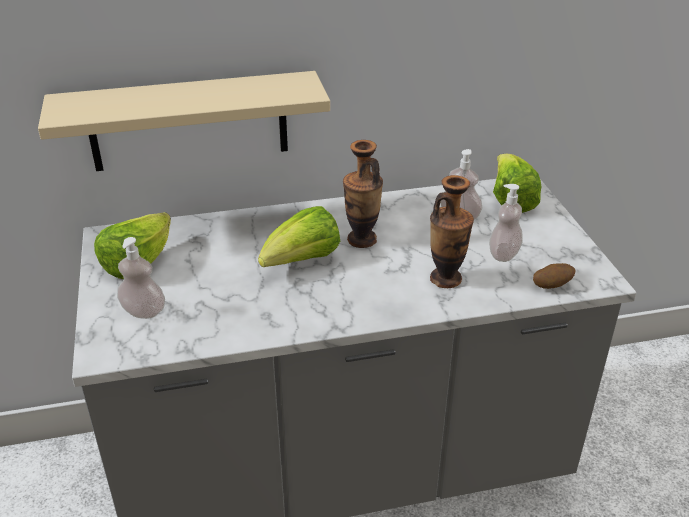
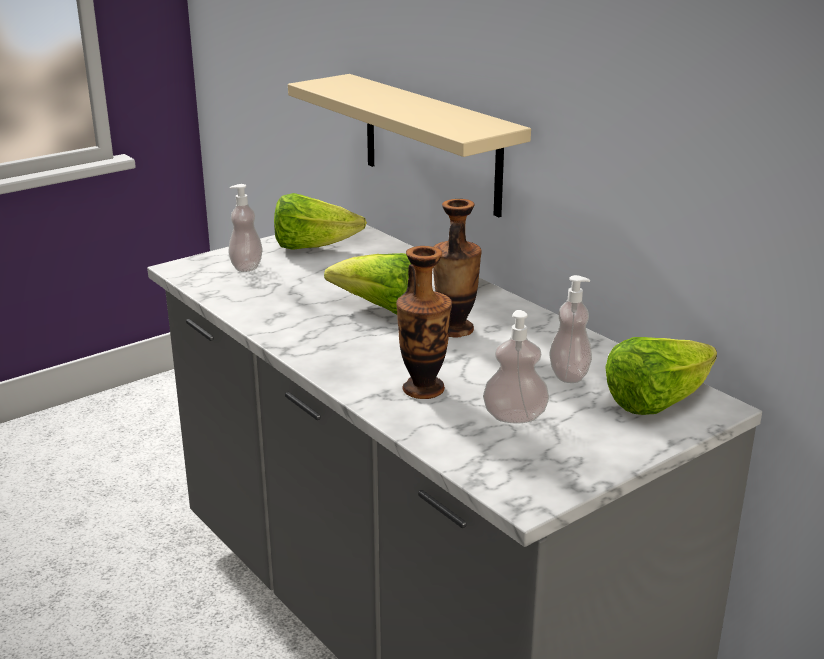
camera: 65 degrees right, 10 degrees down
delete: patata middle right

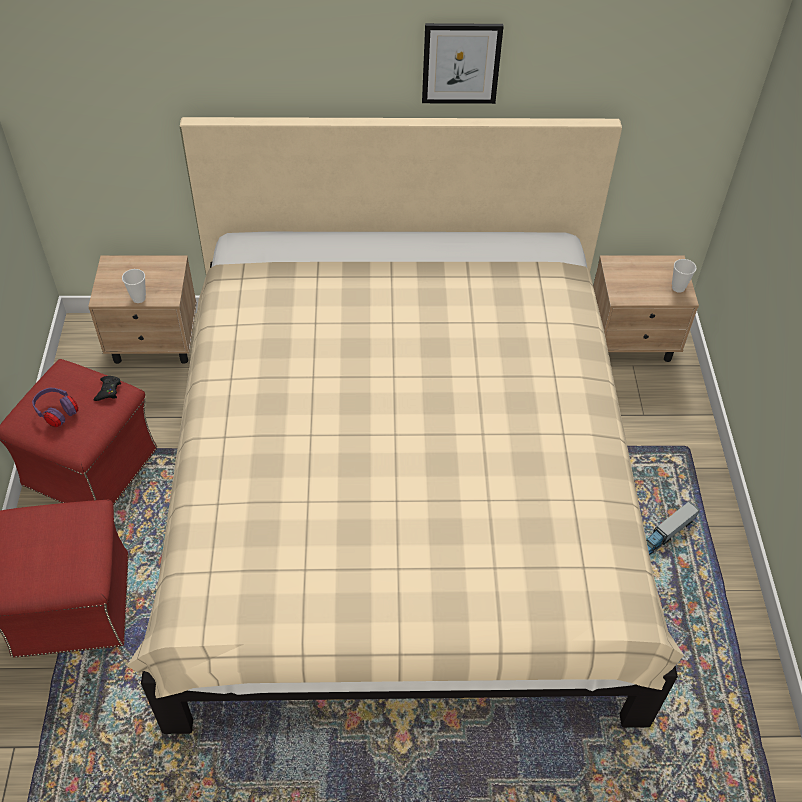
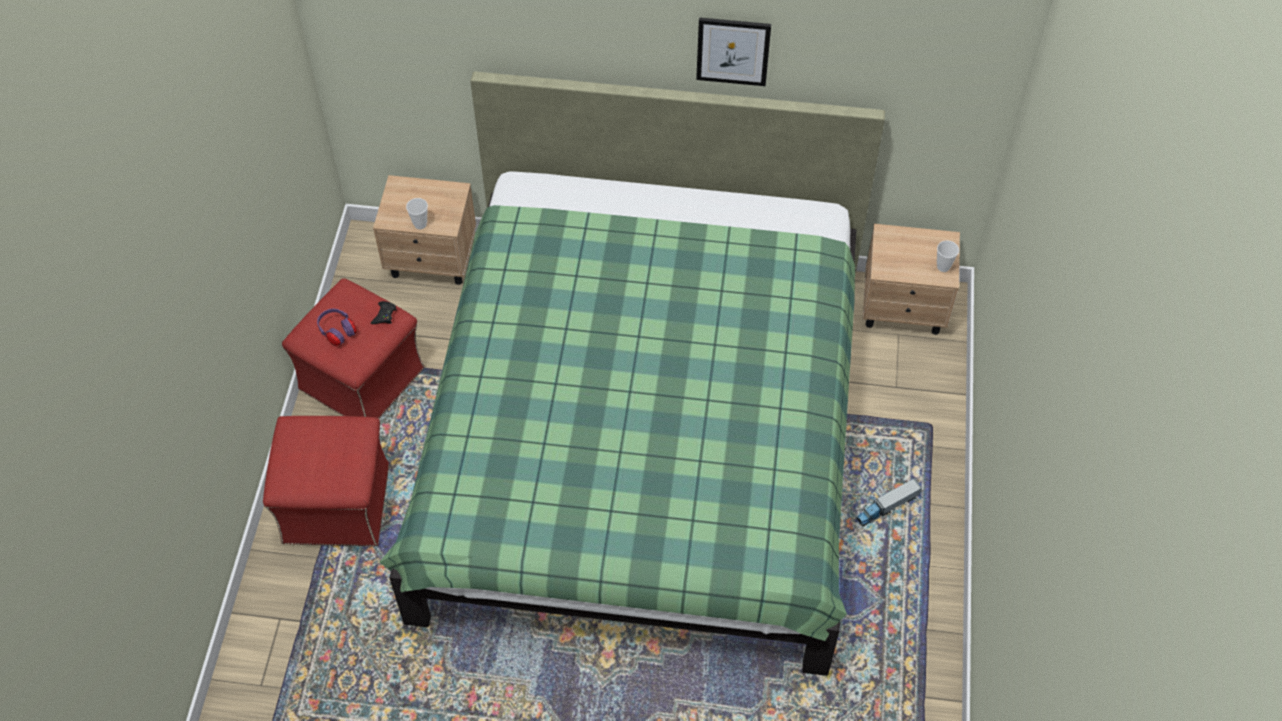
camera: 10 degrees right, 5 degrees up
recolor: cama [beis] centre to cama [verde] centre

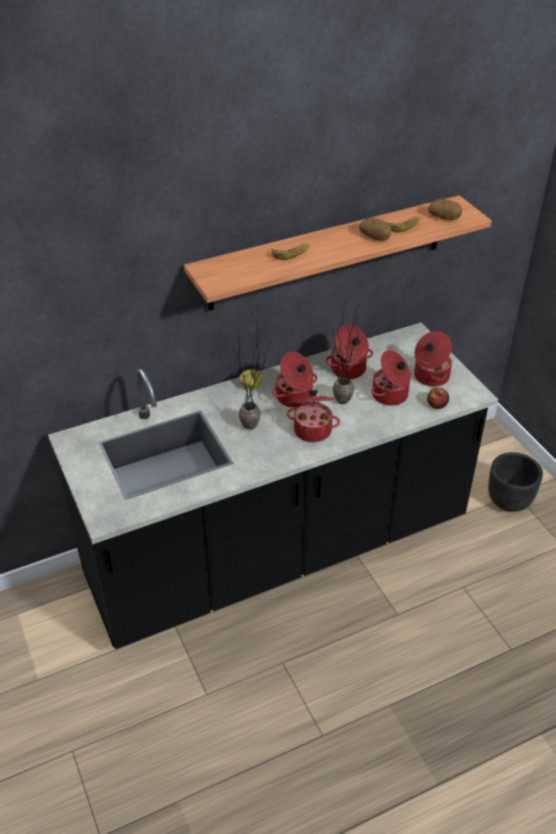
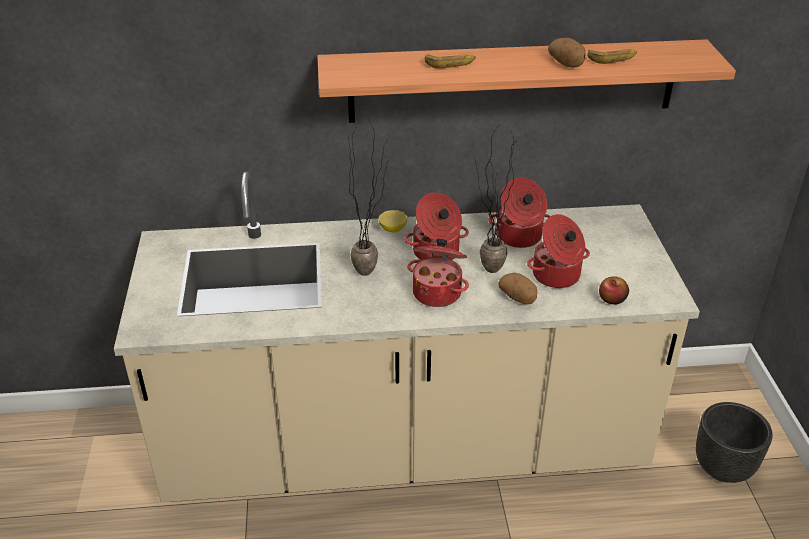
camera: 20 degrees right, 5 degrees down
delete: olla (5th from left) middle right
move: patata (2nd from left in the first image) top right to patata (1st from left) centre
recolor: mueble bajo de cocina [negro] centre to mueble bajo de cocina [beis] centre

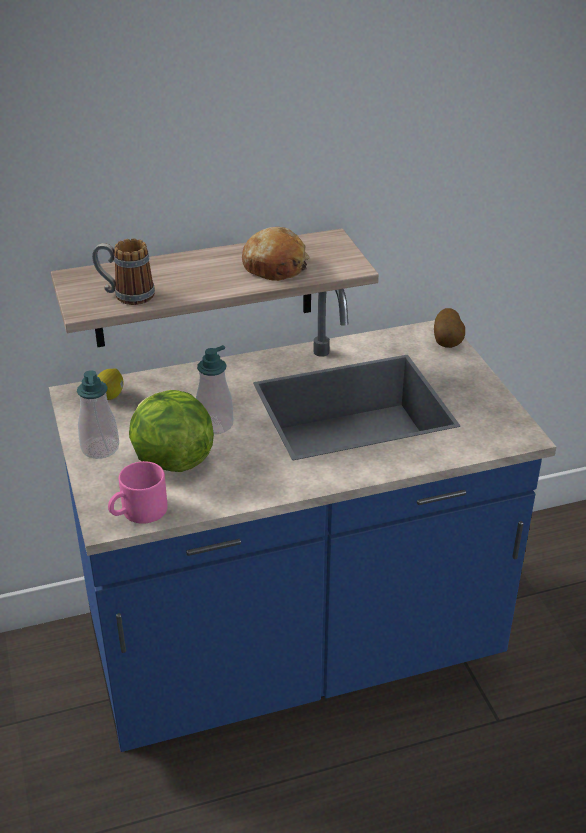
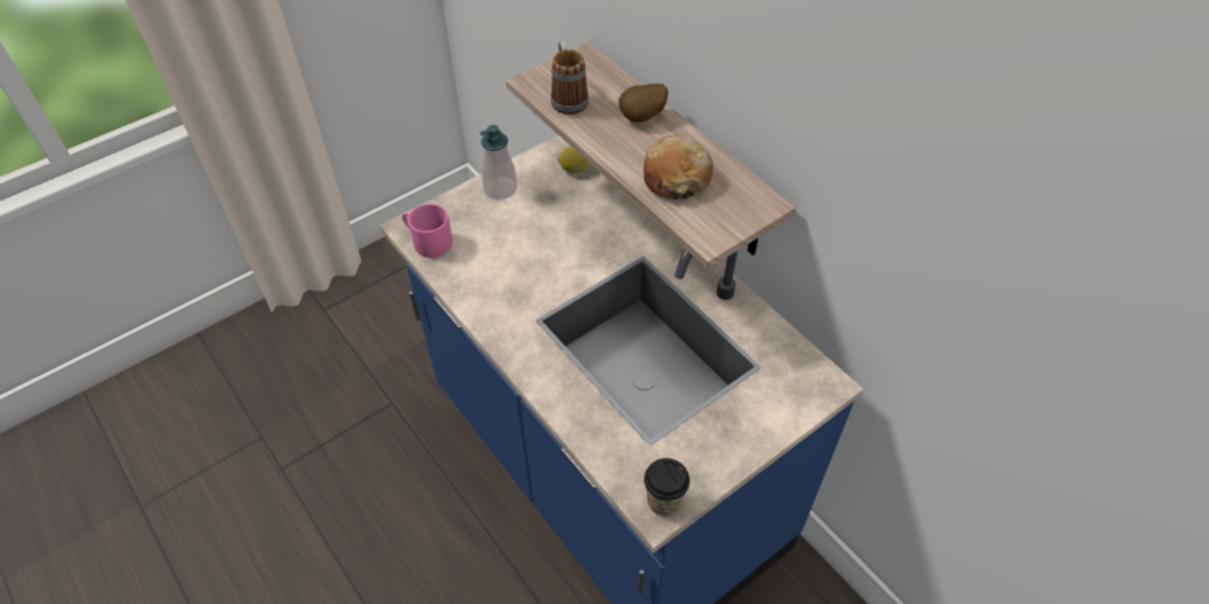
camera: 70 degrees right, 15 degrees up
delete: lechuga middle left; dispensador de jabón (2nd from left) centre
insert: taza bottom centre
move: patata middle right to top centre

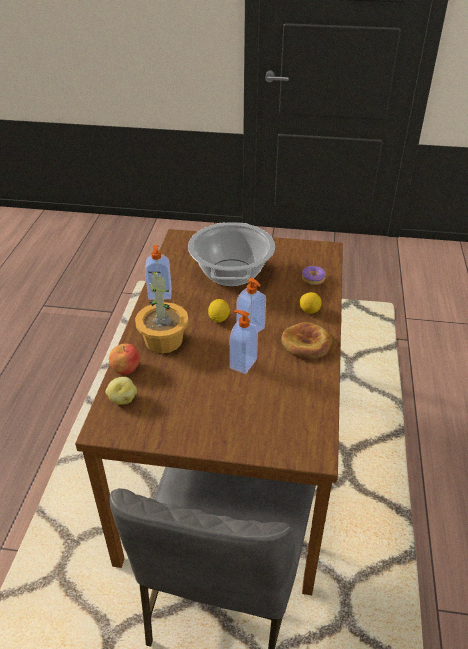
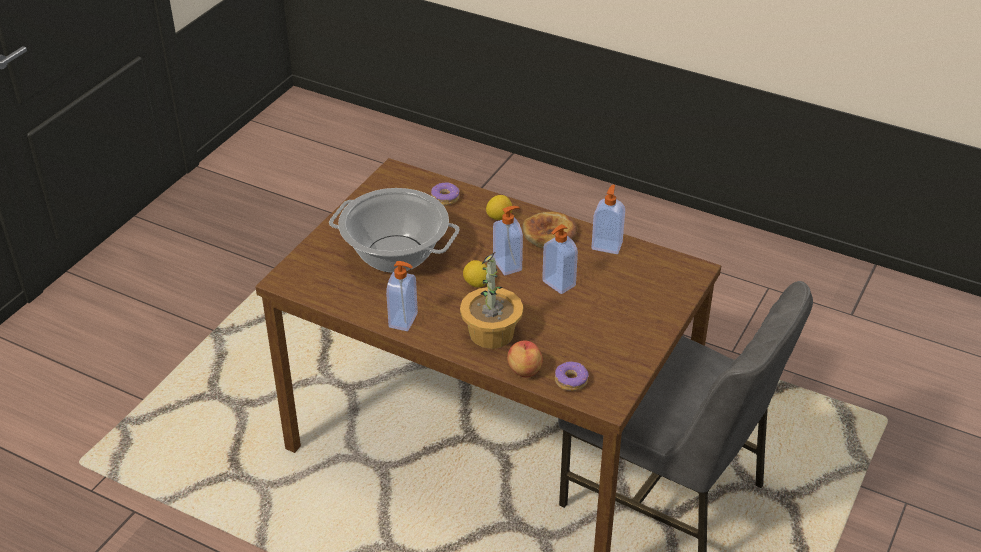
camera: 70 degrees left, 0 degrees up
insert: dispensador de jabón (4th from left) centre
replace: patata middle left to rosquilla (2nd from left) bottom centre

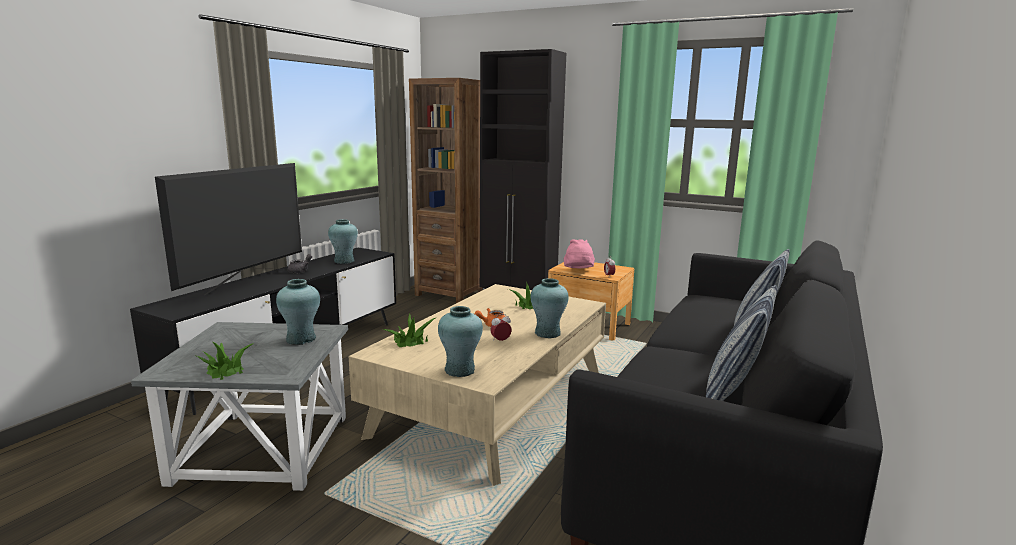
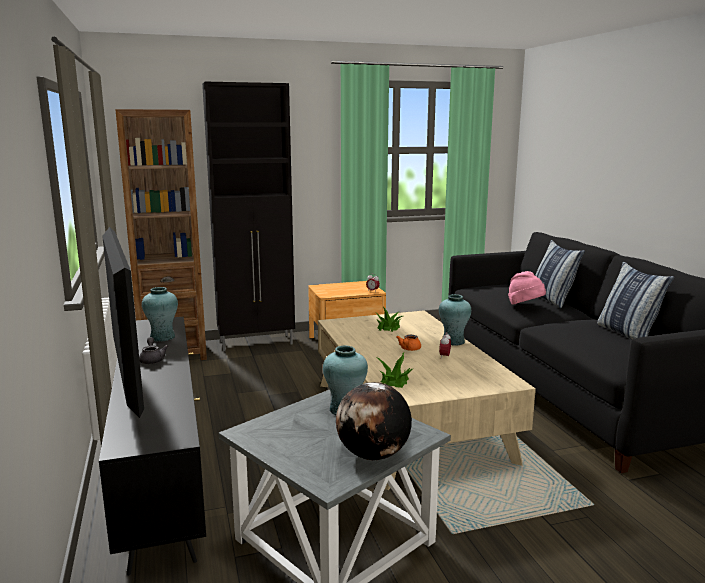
camera: 45 degrees left, 0 degrees up
delete: florero [turquesa] (3rd from left) centre
move: sombrero [rosa] centre to middle right
replace: planta en maceta (1st from left) middle left to globo terráqueo bottom centre

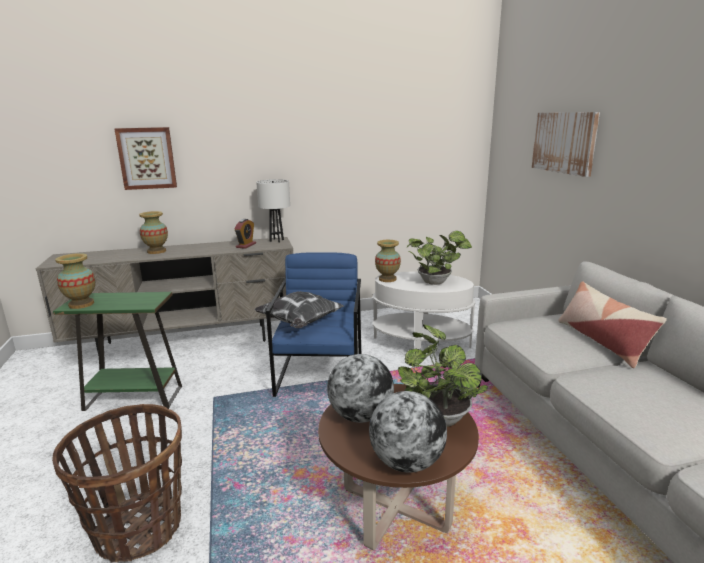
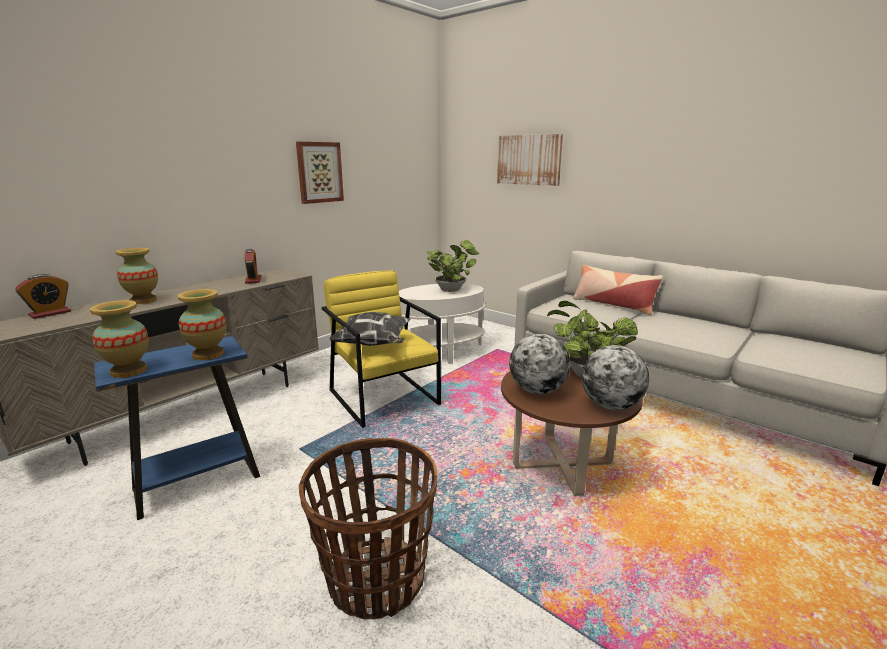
camera: 35 degrees left, 0 degrees up
delete: lámpara de mesa [blanco] centre
insert: despertador (1st from left) middle left
move: cuadro (1st from left) top left to top centre; florero (3rd from left) centre to middle left
recolor: mesa auxiliar [verde] middle left to mesa auxiliar [azul] middle left; sillón [azul] centre to sillón [amarillo] centre

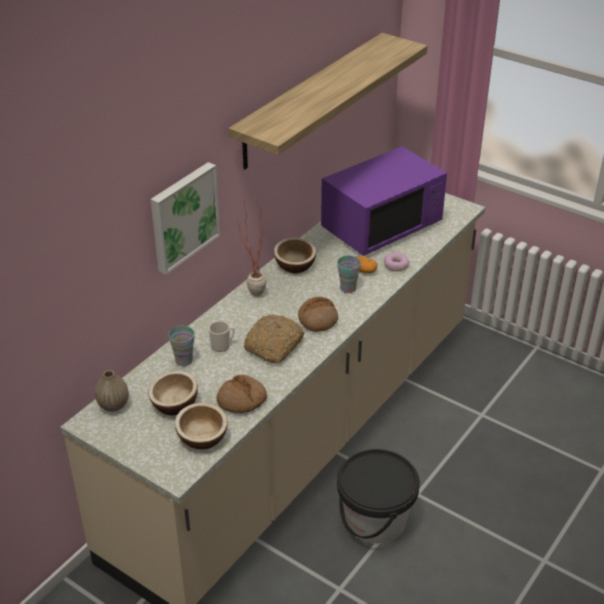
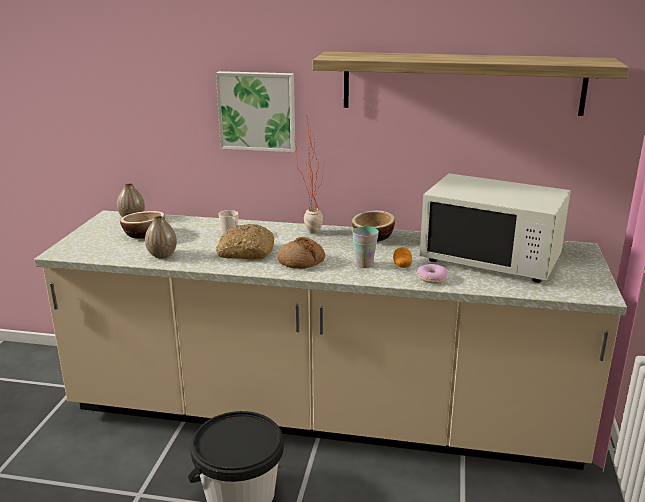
camera: 65 degrees right, 15 degrees down
delete: taza (1st from left) middle left; cuenco (2nd from left) bottom left
replace: pan (1st from left) centre to florero (2nd from left) middle left
recolor: microondas [morado] top centre to microondas [blanco] middle right

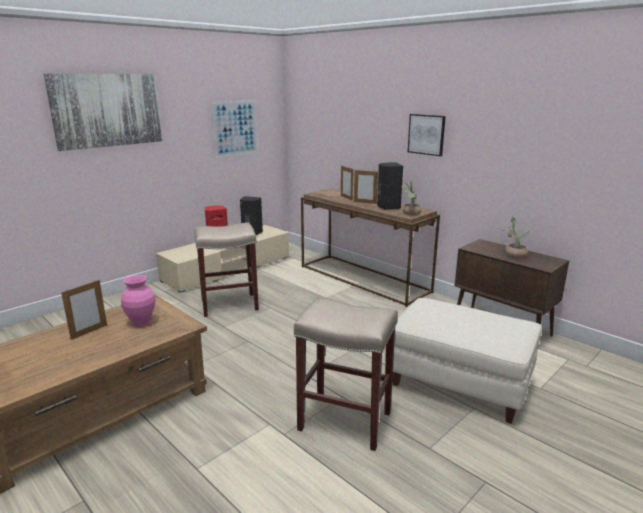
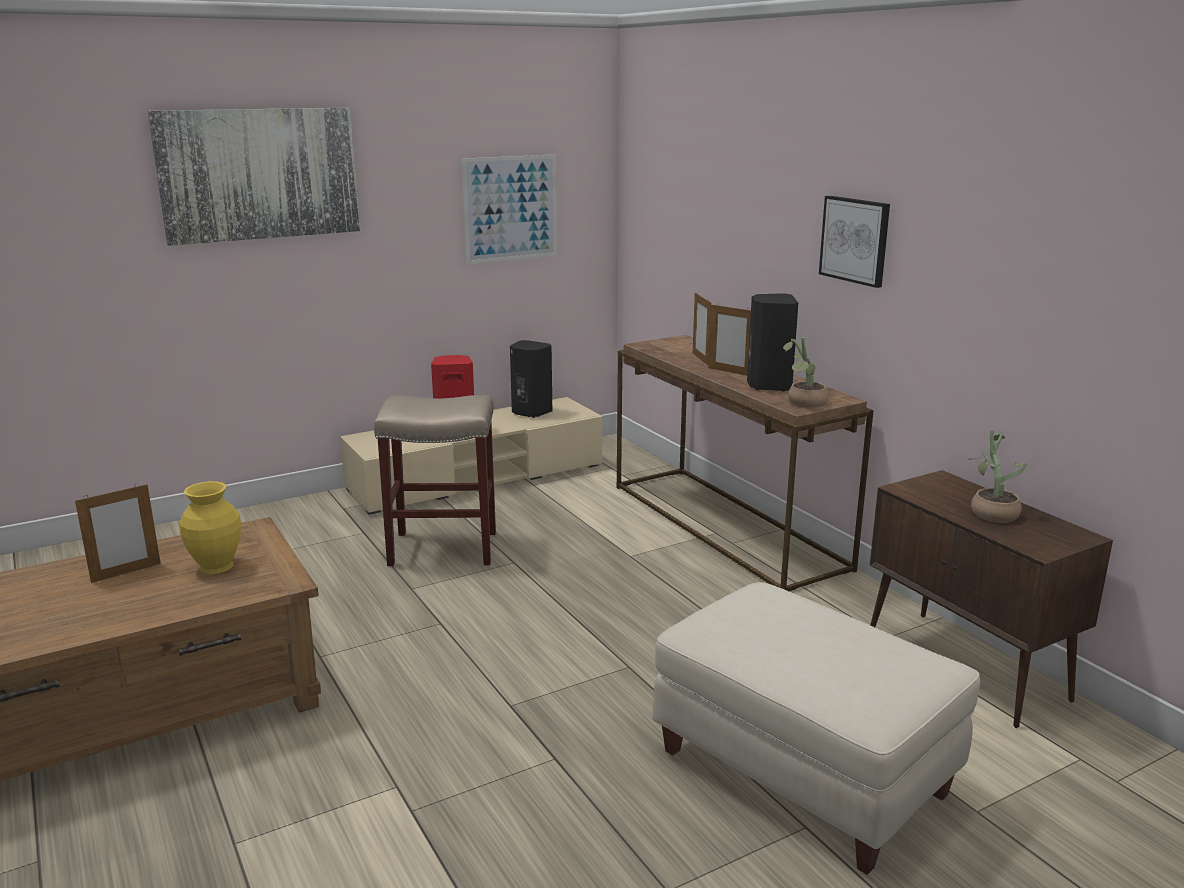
camera: 15 degrees right, 0 degrees up
delete: taburete [beis] (2nd from left) bottom centre
recolor: florero [rosa] middle left to florero [amarillo] middle left

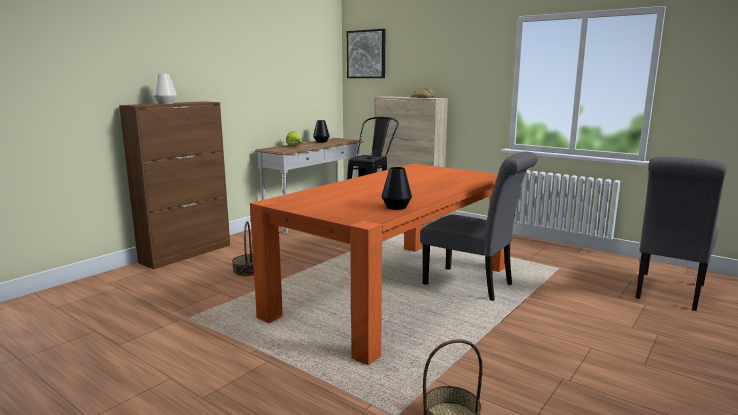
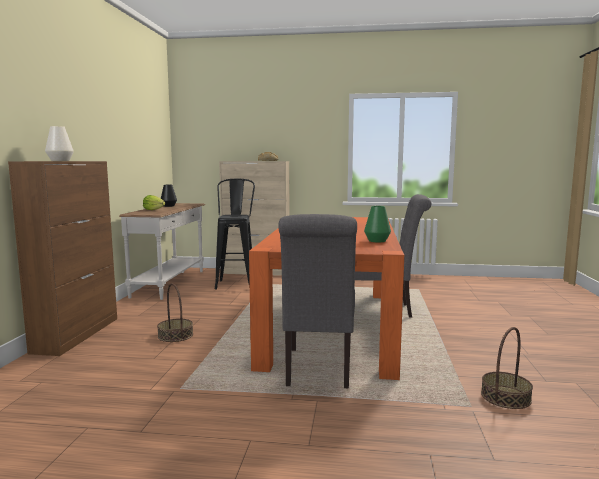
camera: 30 degrees left, 5 degrees down
delete: cuadro top centre
move: silla [gris] (2nd from left in the first image) middle right to silla [gris] (1st from left) centre
recolor: florero [negro] (2nd from left) centre to florero [verde] centre

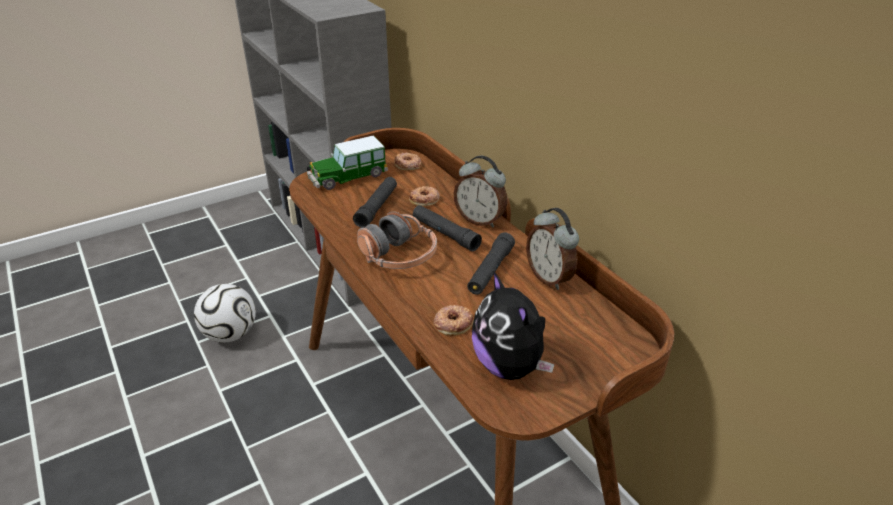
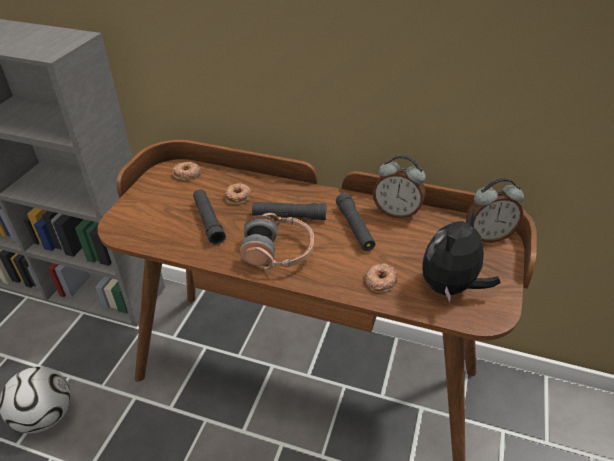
camera: 40 degrees left, 5 degrees up
delete: coche de juguete top centre
move: despertador (1st from left in the first image) centre to despertador (2nd from left) middle right
rotate: peluche centre = middle right 105 degrees clockwise

